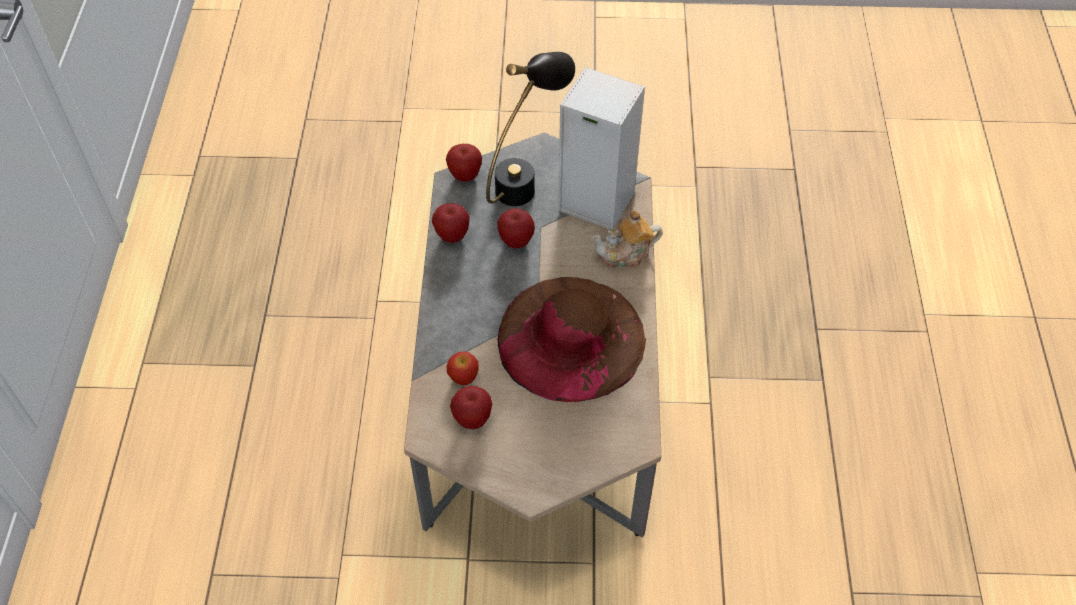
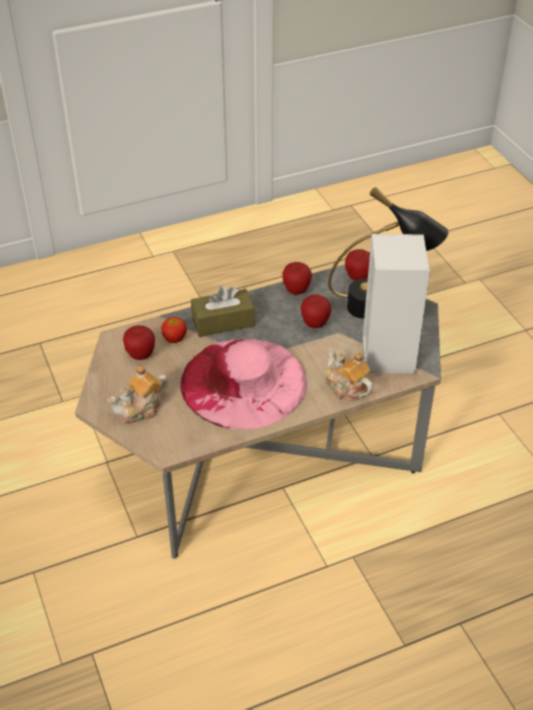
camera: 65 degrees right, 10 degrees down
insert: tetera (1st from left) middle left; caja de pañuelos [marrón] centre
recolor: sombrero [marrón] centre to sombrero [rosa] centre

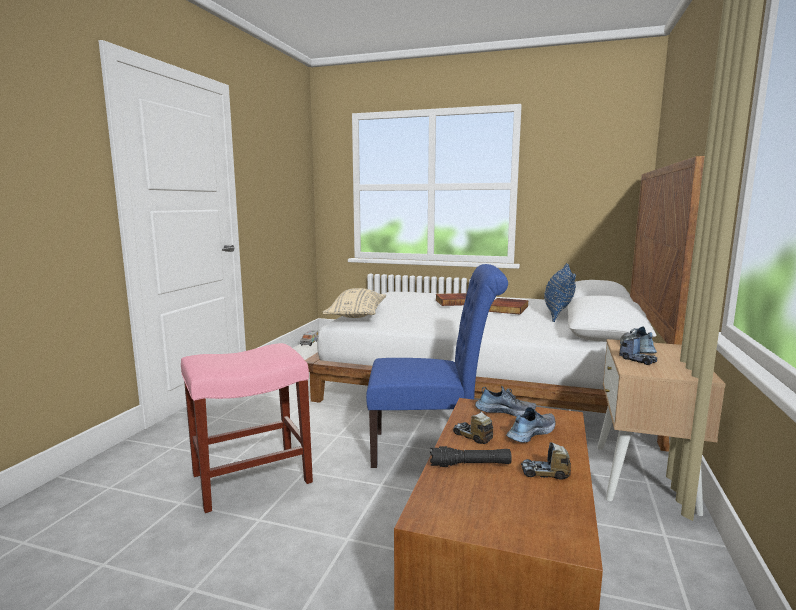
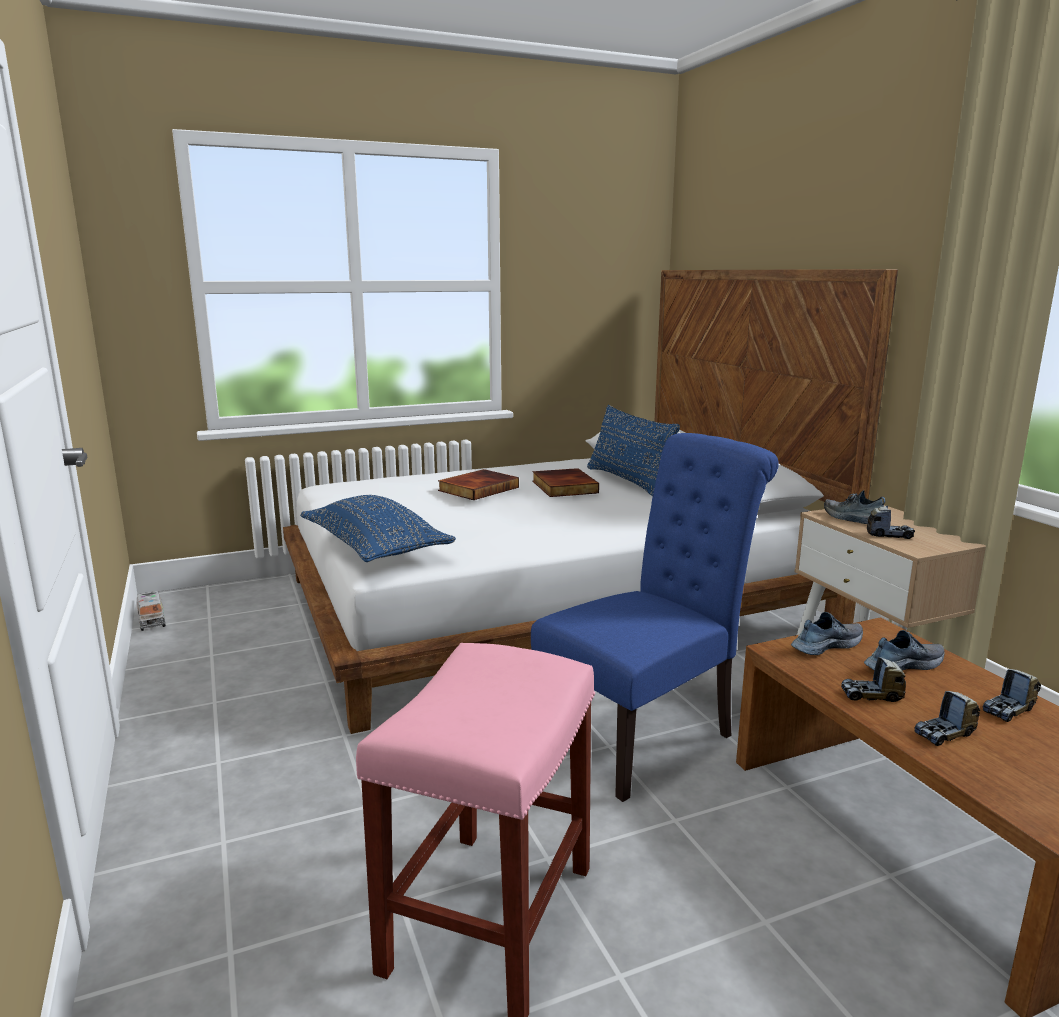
camera: 40 degrees left, 5 degrees up
replace: linterna [negro] bottom centre to camión de juguete (4th from left) bottom right
recolor: cojín [beis] centre to cojín [azul] (1st from left) centre
rotate: zapato (2nd from left in the first image) bottom centre = middle right 60 degrees clockwise

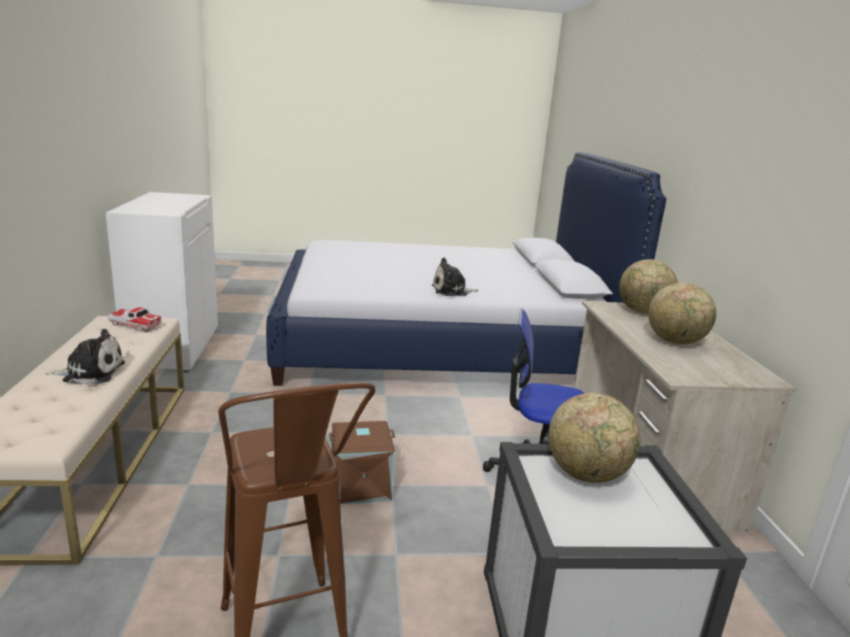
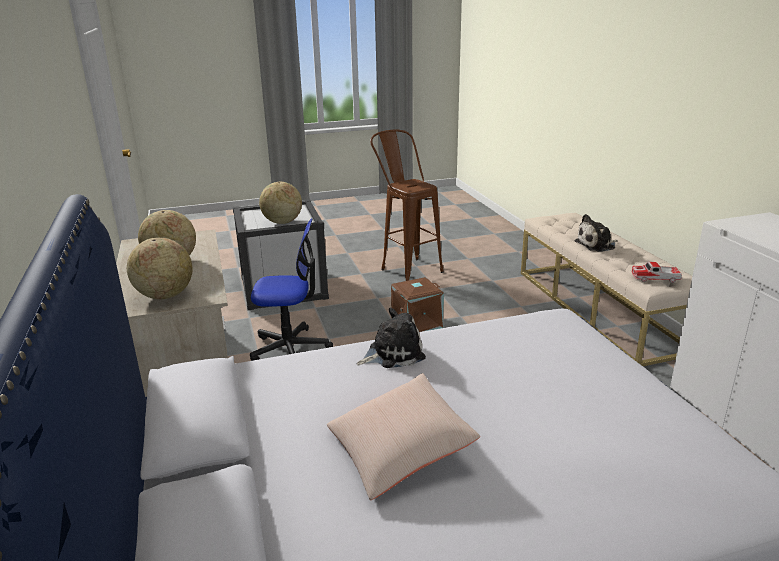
camera: 170 degrees right, 5 degrees up
insert: cojín [beis] bottom centre

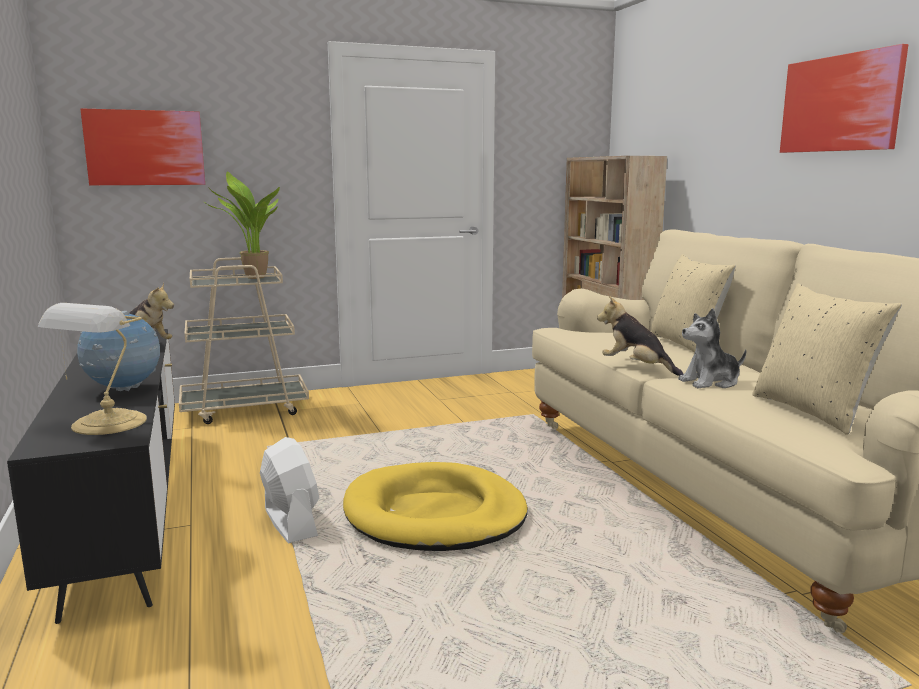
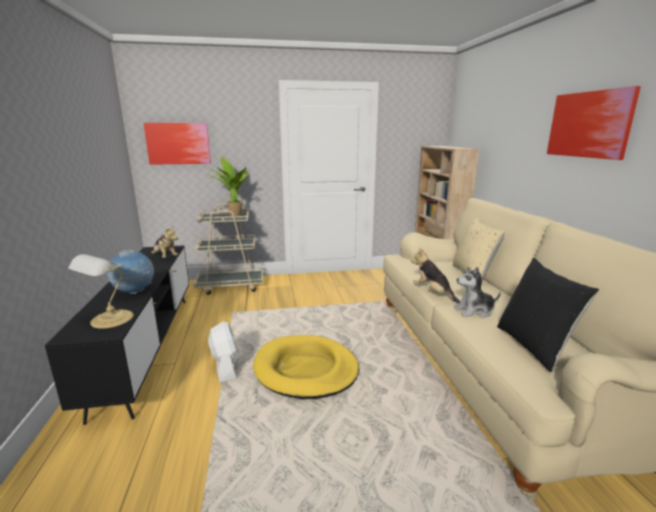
camera: 10 degrees right, 5 degrees up
recolor: cojín [beis] (2nd from left) middle right to cojín [negro] middle right

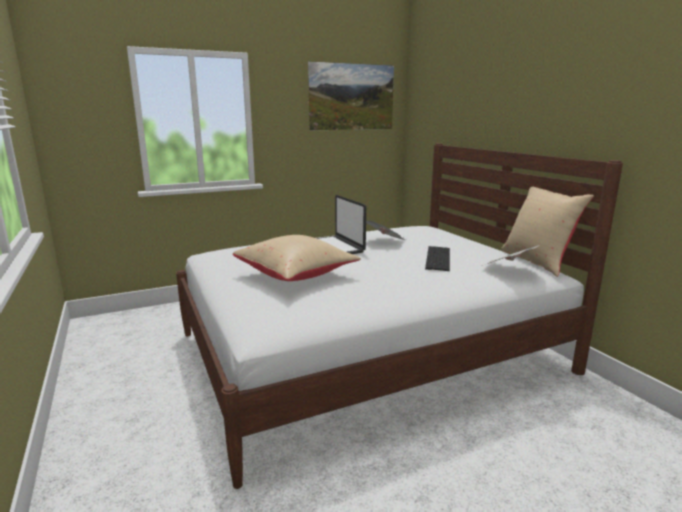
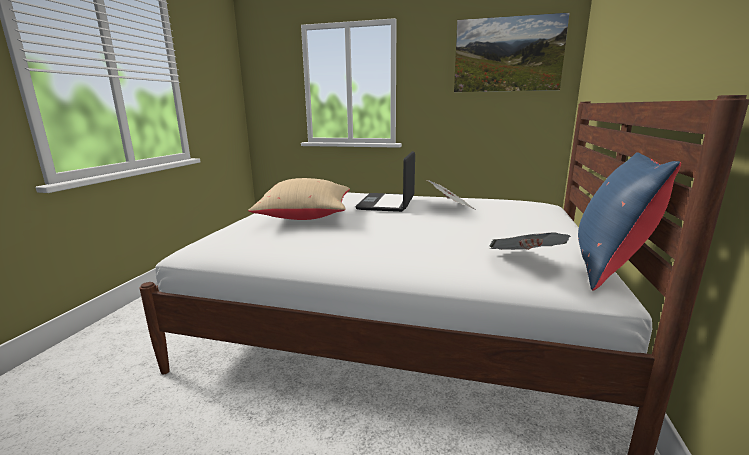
camera: 40 degrees right, 0 degrees up
delete: teclado centre
recolor: cojín [beis] (2nd from left) middle right to cojín [azul] middle right

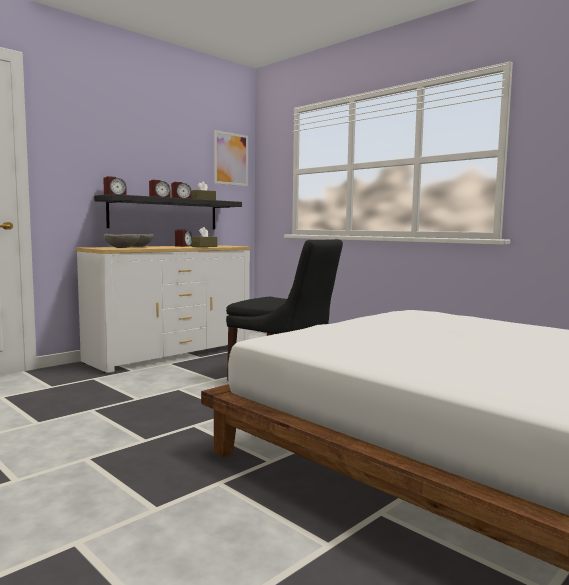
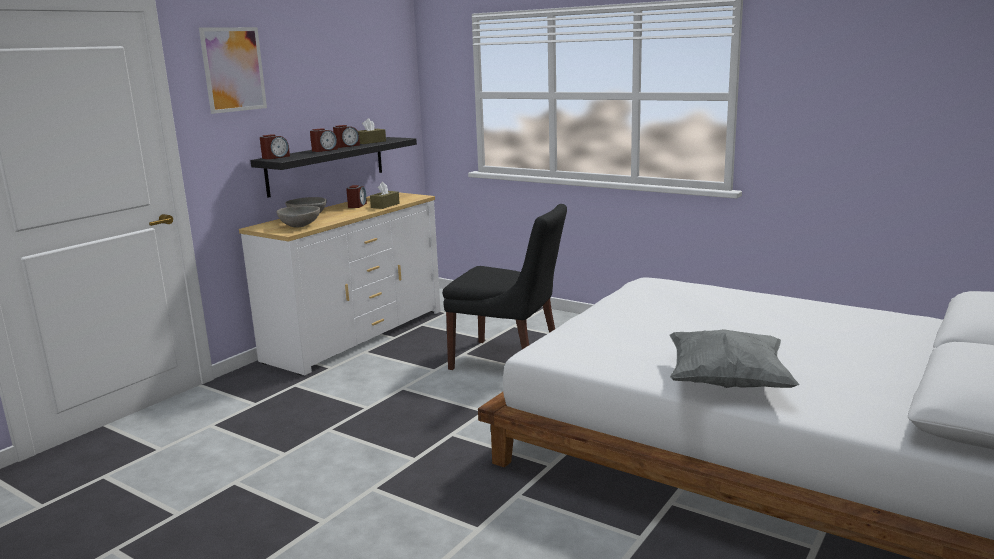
camera: 10 degrees left, 10 degrees up
insert: cojín [gris] middle right
move: cuadro top centre to top left

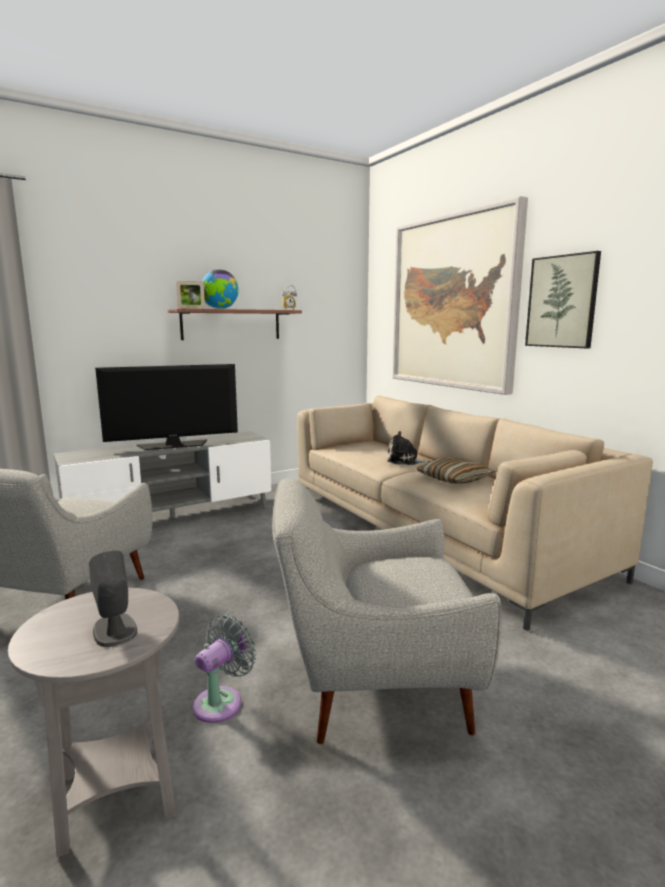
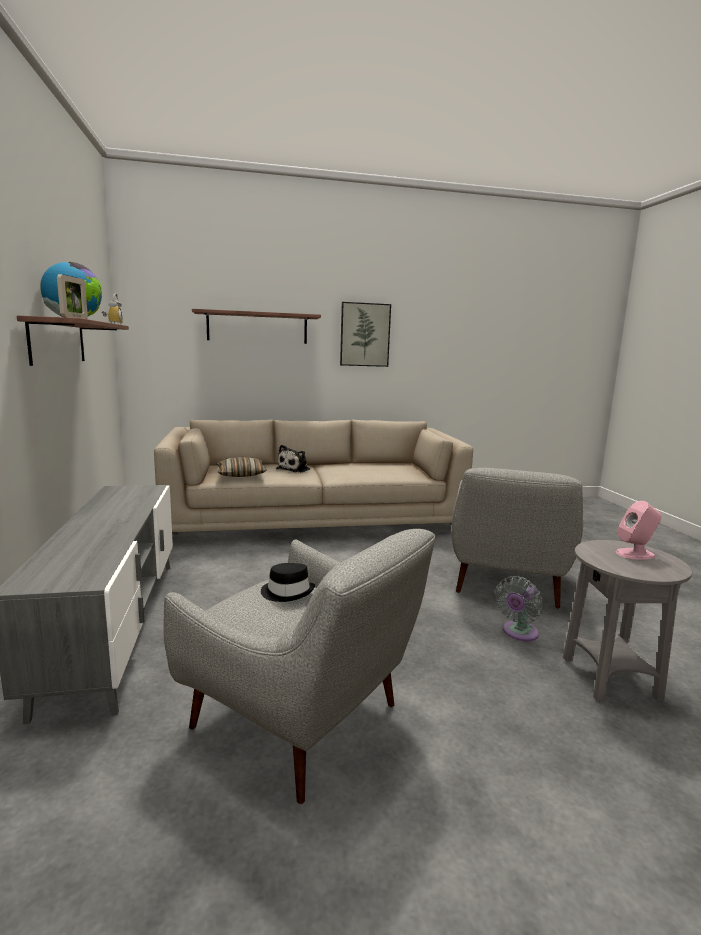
camera: 70 degrees left, 0 degrees up
delete: televisor middle left
insert: sombrero [negro] centre
move: cojín middle right to centre
replace: cuadro (1st from left) top right to estante (2nd from left) centre
recolor: altavoz [gris] bottom left to altavoz [rosa] middle right
rotate: ventilador [gris] bottom centre = middle right 105 degrees counterclockwise

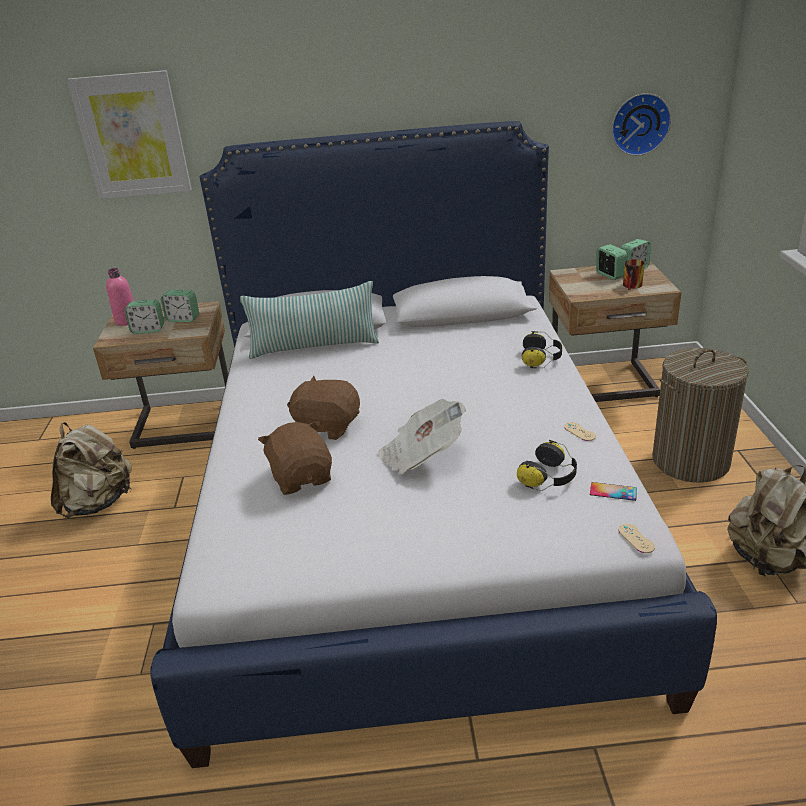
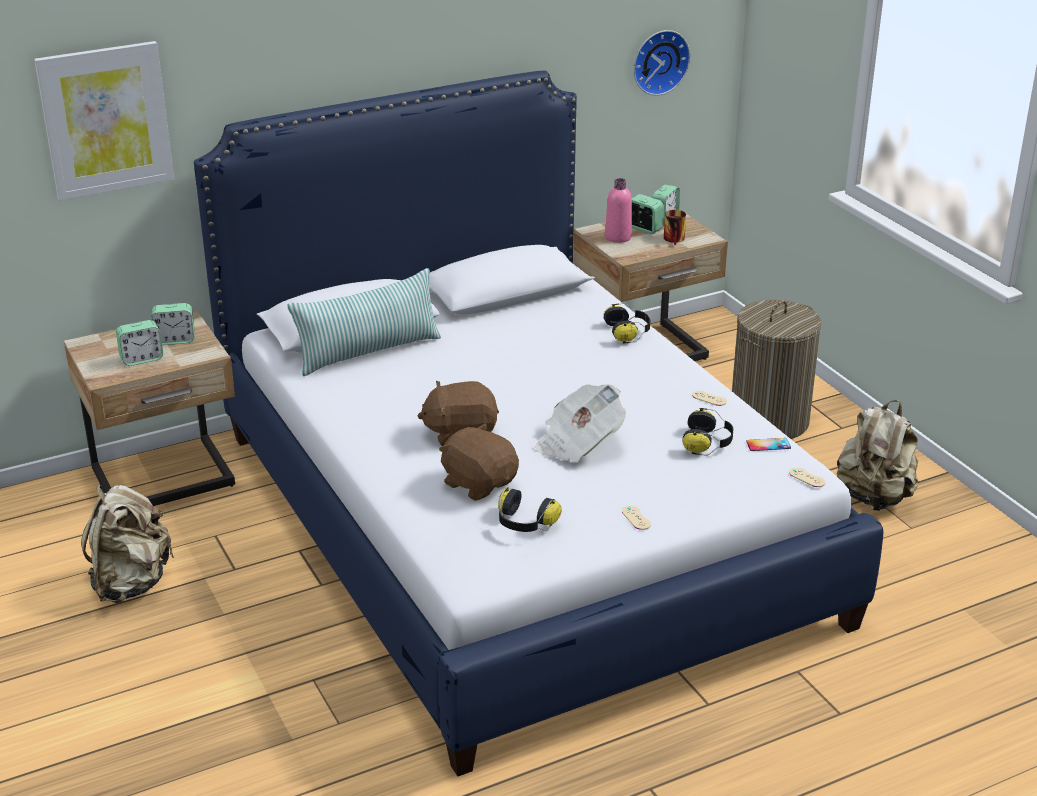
camera: 25 degrees left, 0 degrees up
insert: auriculares (1st from left) centre; mando de consola [beis] (1st from left) centre
move: botella [rosa] middle left to top centre

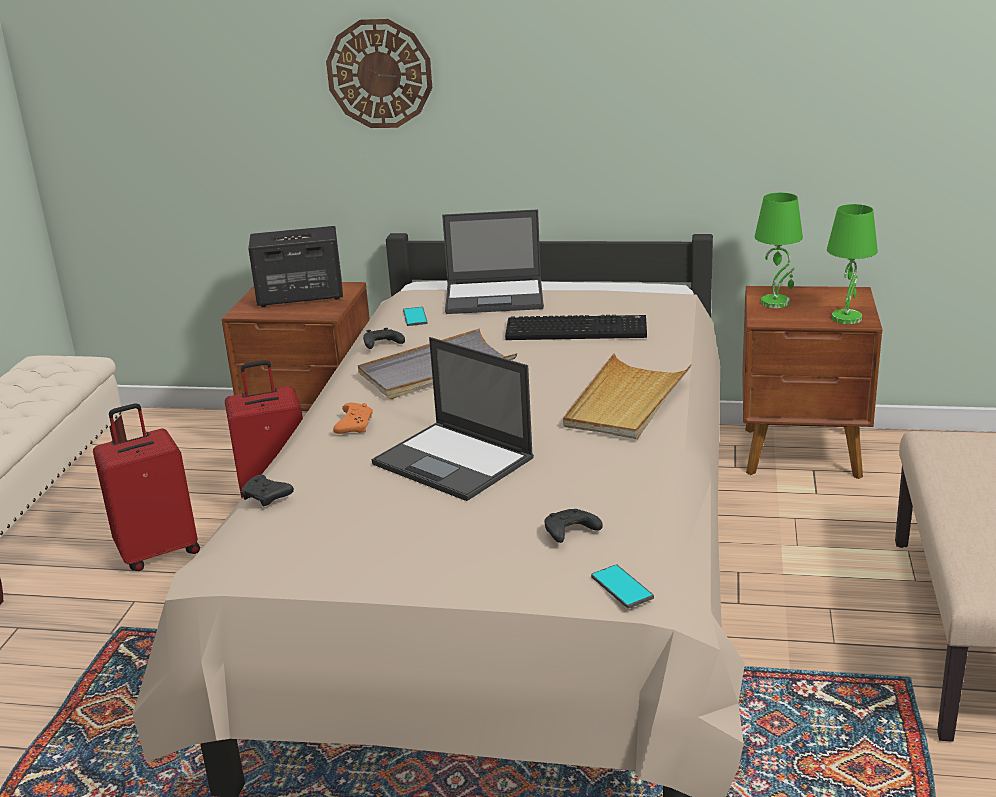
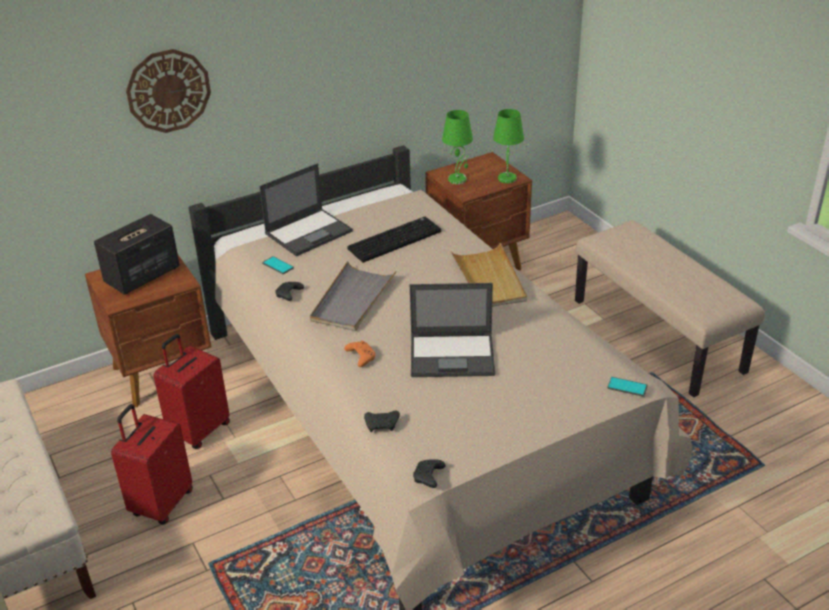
camera: 40 degrees left, 10 degrees up
move: mando de consola [negro] (3rd from left) centre to bottom centre

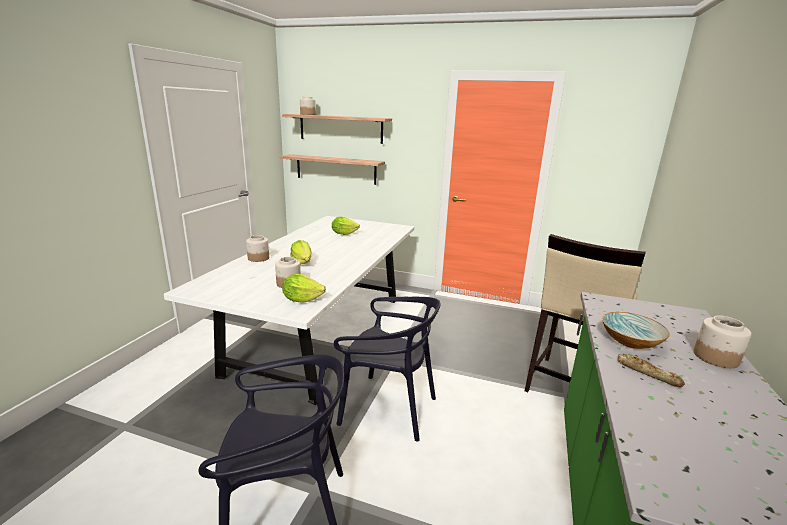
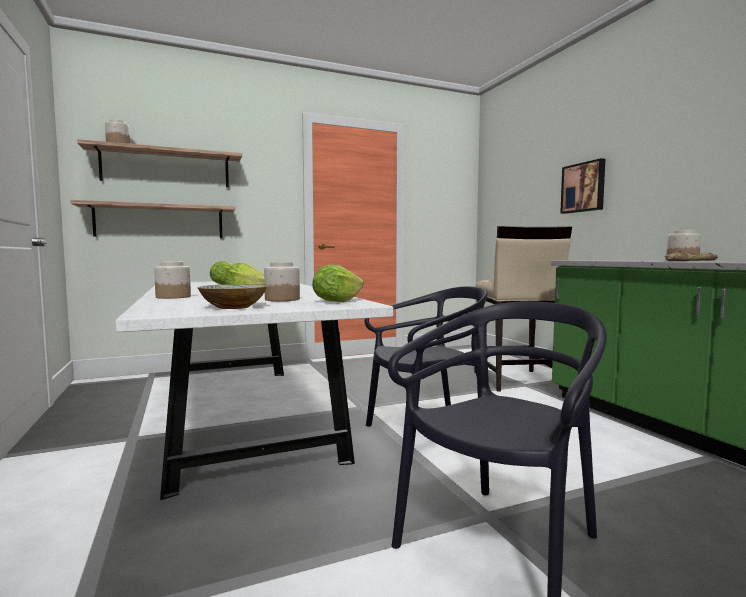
camera: 40 degrees left, 15 degrees down
insert: cuadro top right
move: cuenco middle right to middle left

